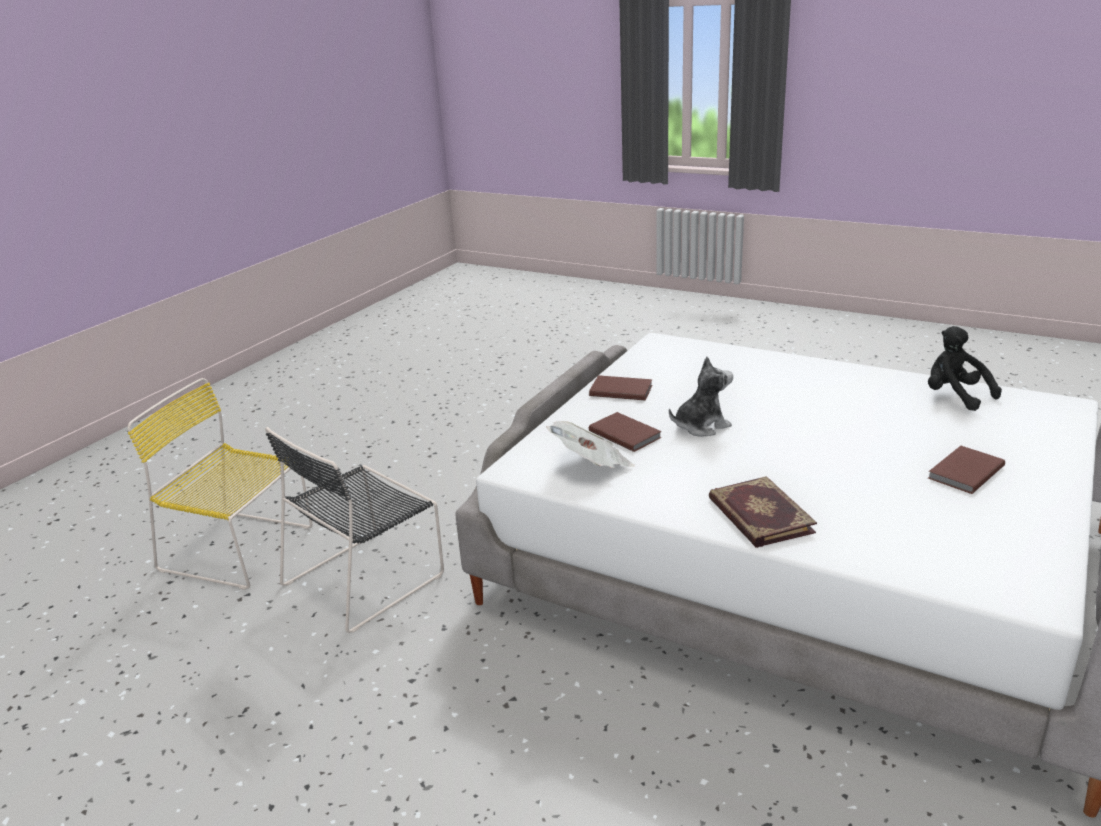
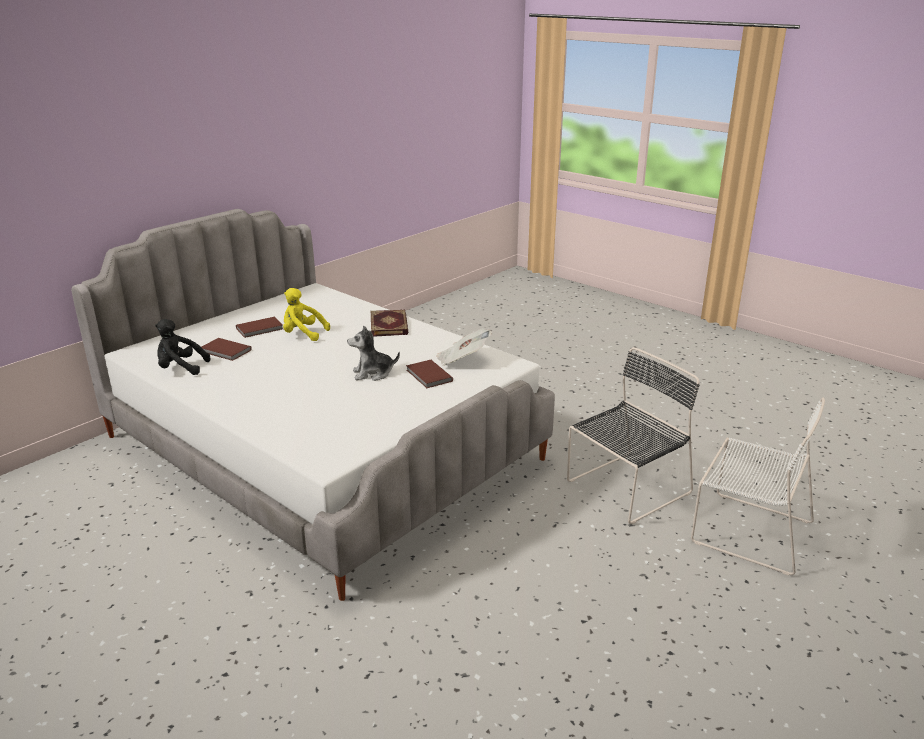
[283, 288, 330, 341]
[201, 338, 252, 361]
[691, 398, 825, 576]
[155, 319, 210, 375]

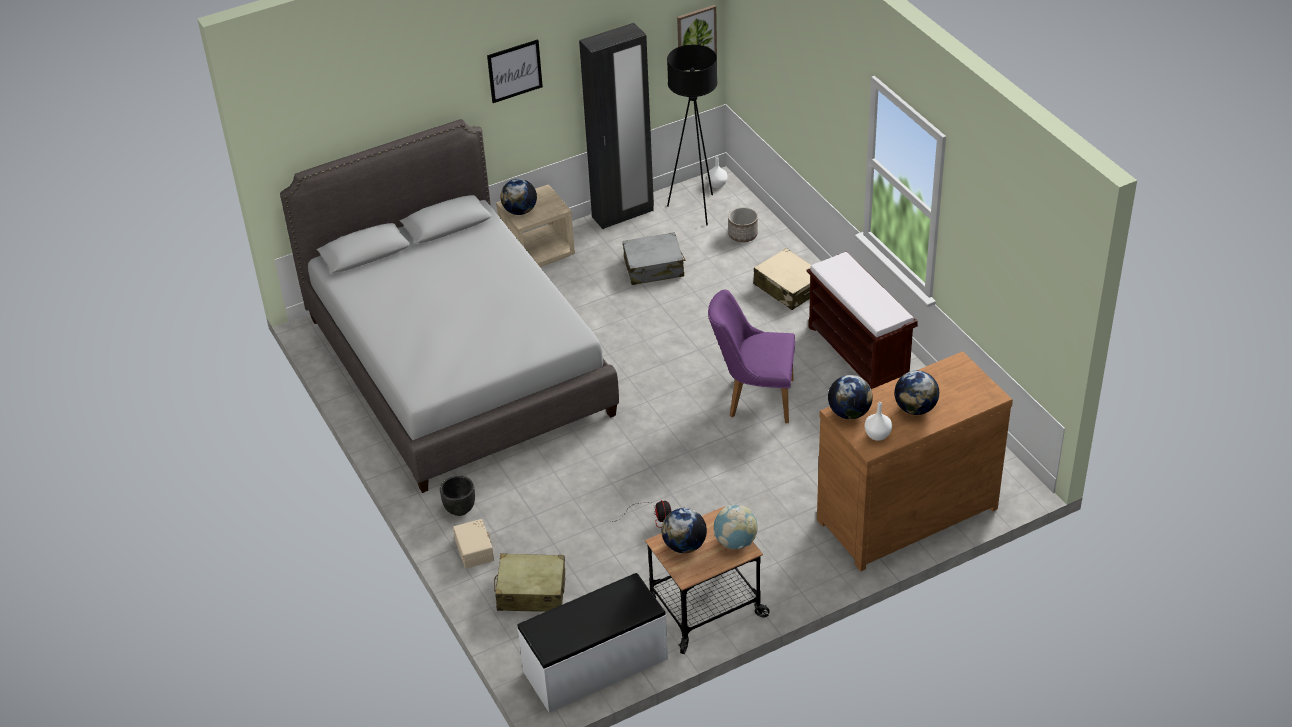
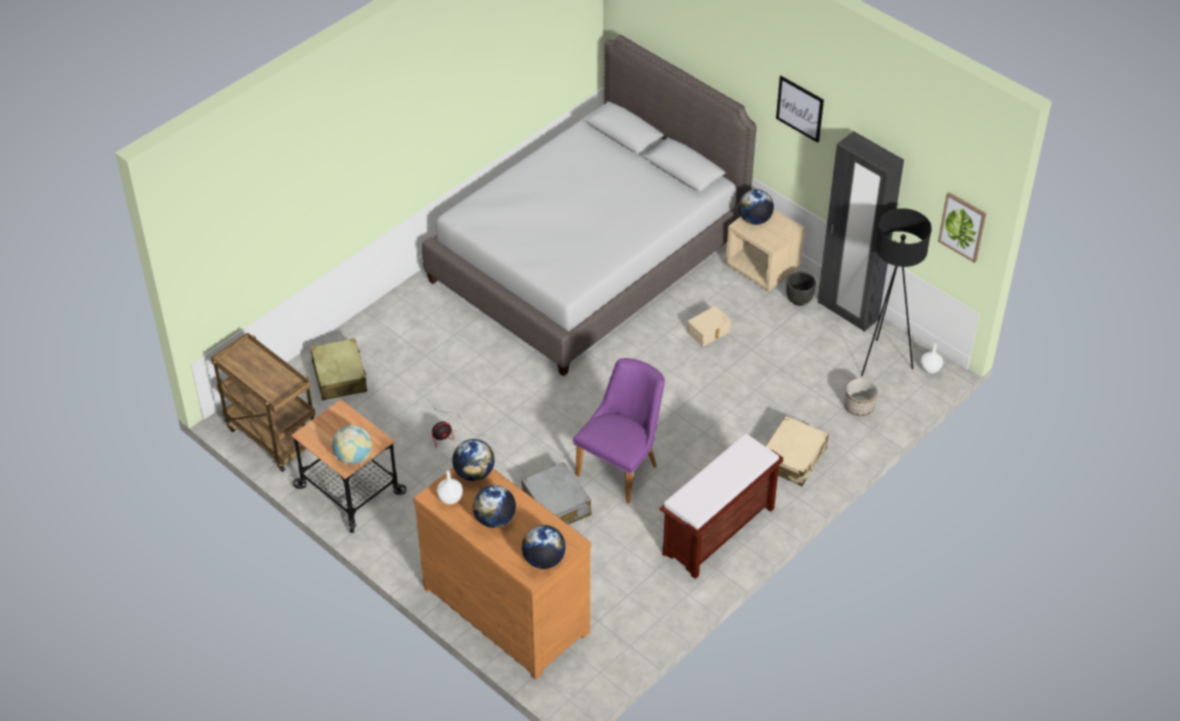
[786, 272, 816, 306]
[687, 306, 731, 347]
[521, 462, 591, 525]
[522, 525, 566, 569]
[211, 333, 315, 472]
[573, 358, 665, 504]

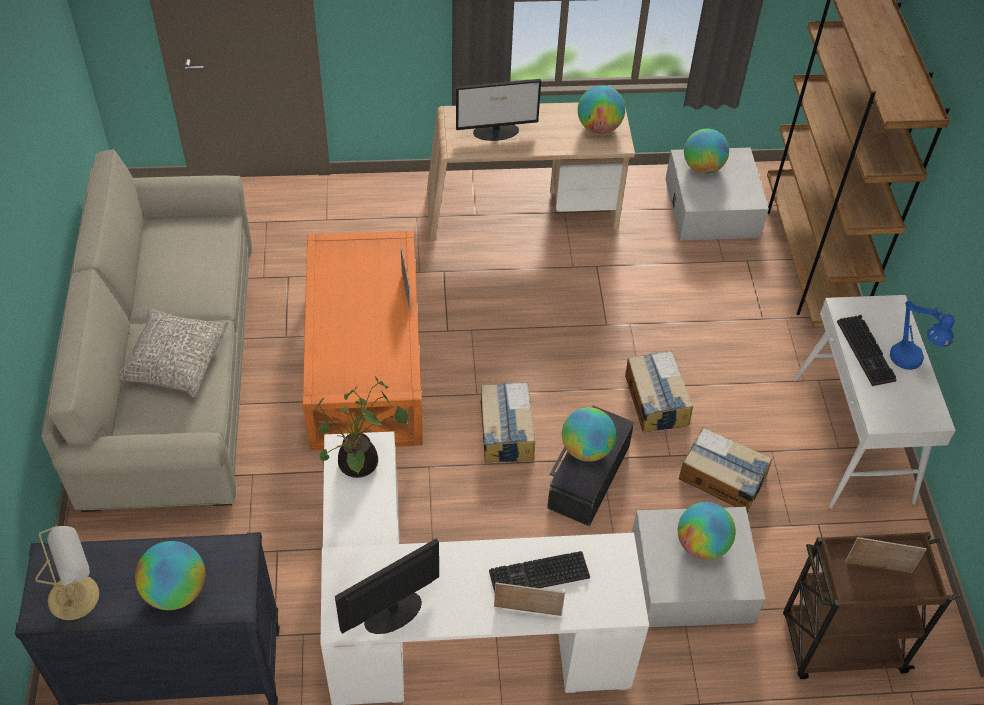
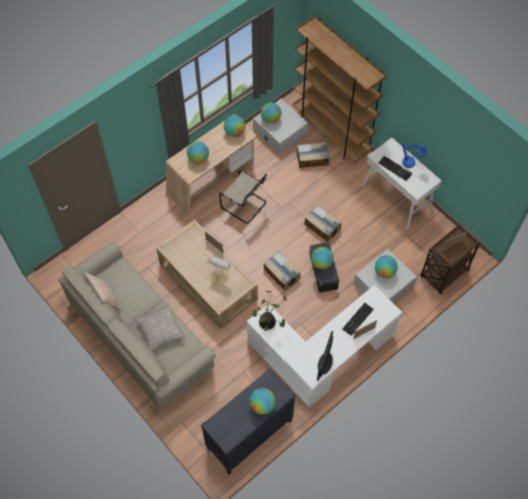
[84, 272, 122, 311]
[219, 171, 267, 224]
[206, 256, 231, 286]
[296, 142, 329, 168]
[187, 141, 209, 164]
[156, 219, 258, 329]

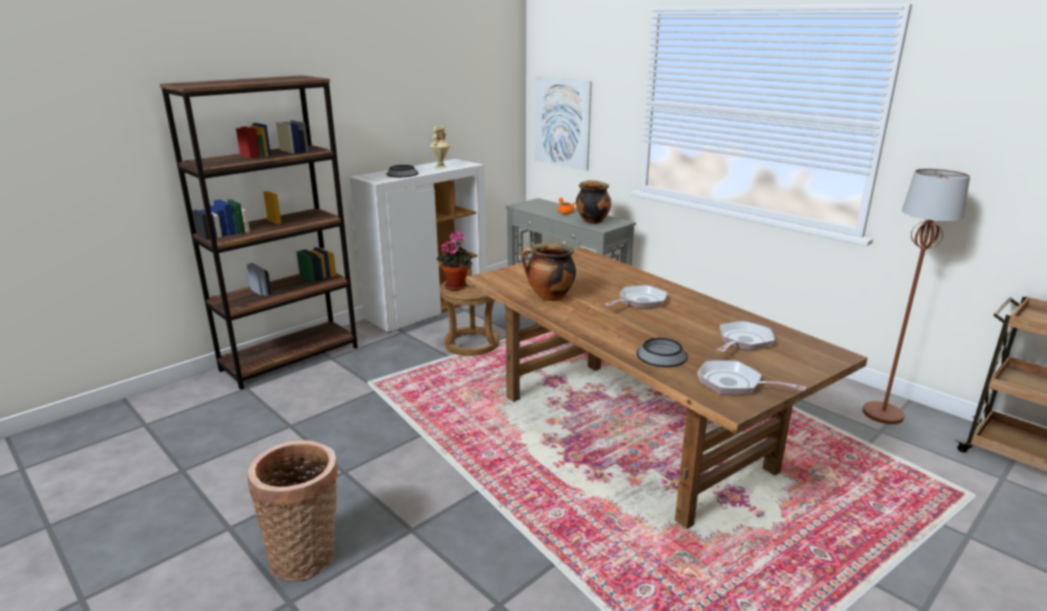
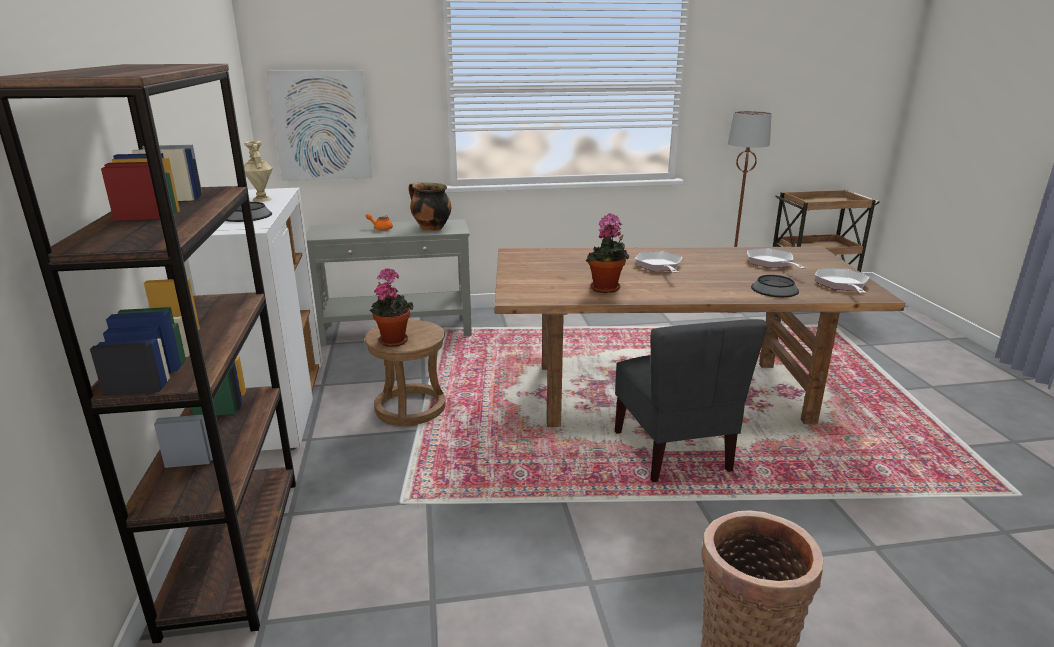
[615, 319, 768, 482]
[586, 213, 629, 293]
[815, 268, 869, 294]

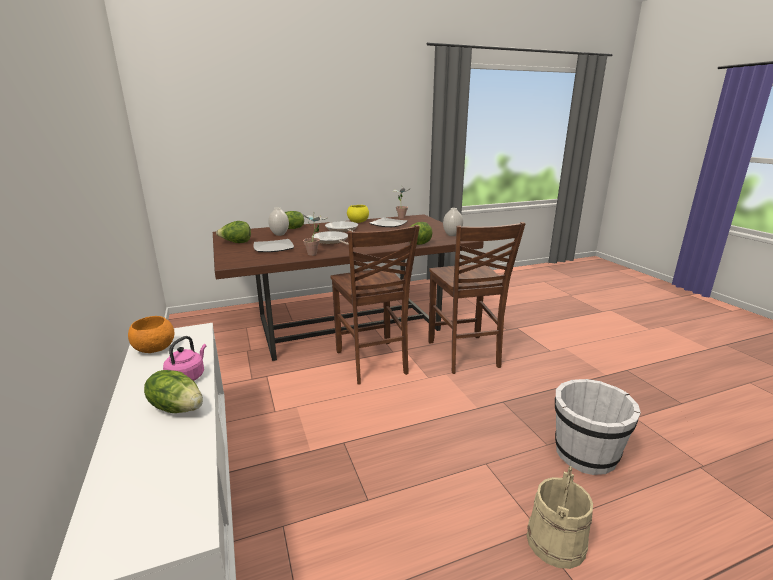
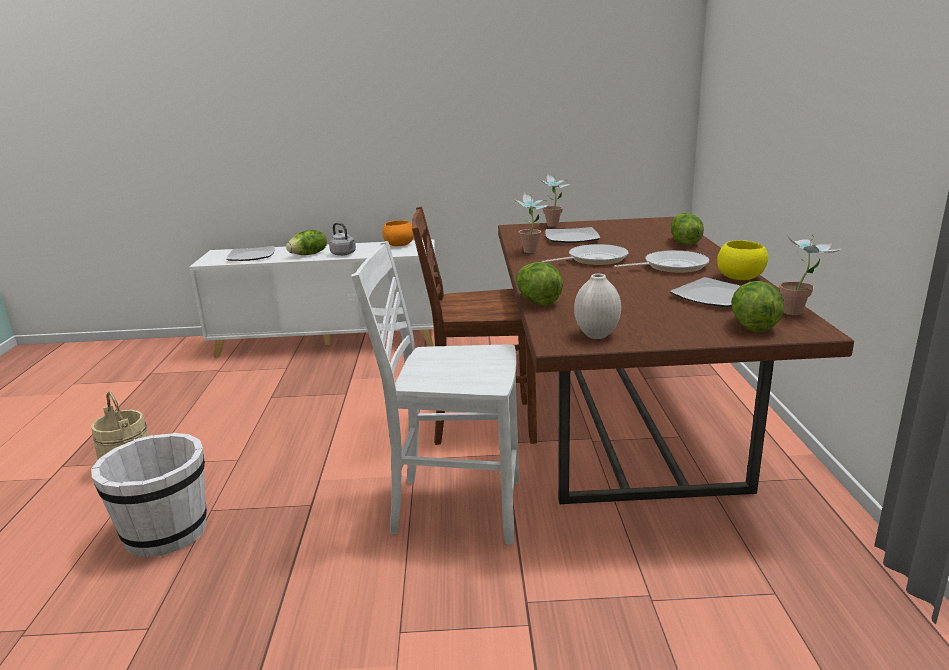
[268, 207, 289, 236] (first image)
[226, 246, 275, 261]
[540, 173, 571, 227]
[731, 281, 784, 332]
[329, 223, 356, 256]
[352, 241, 519, 544]

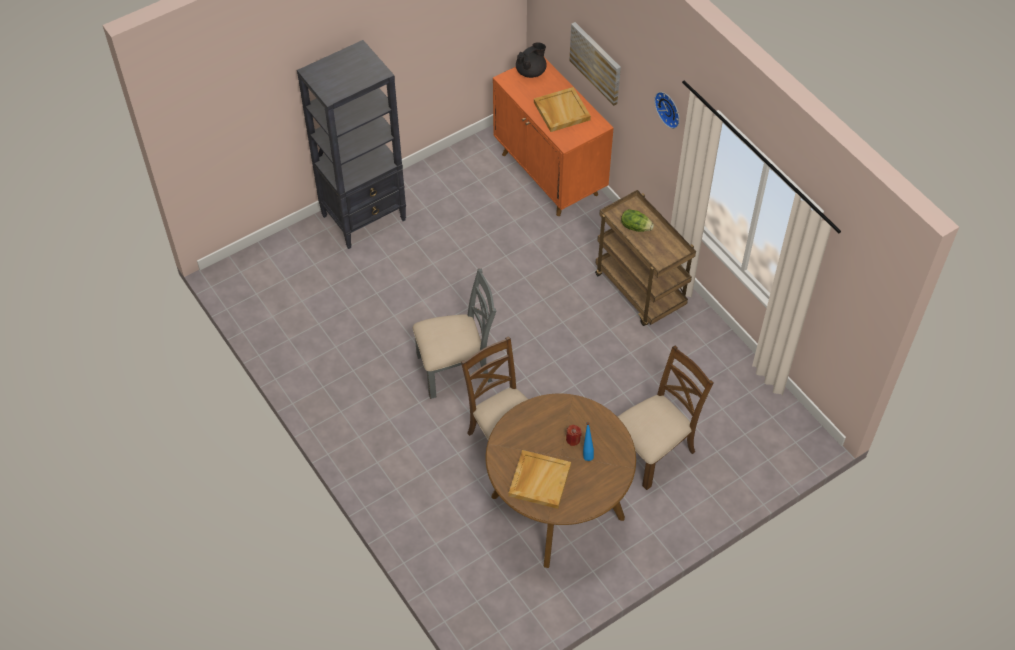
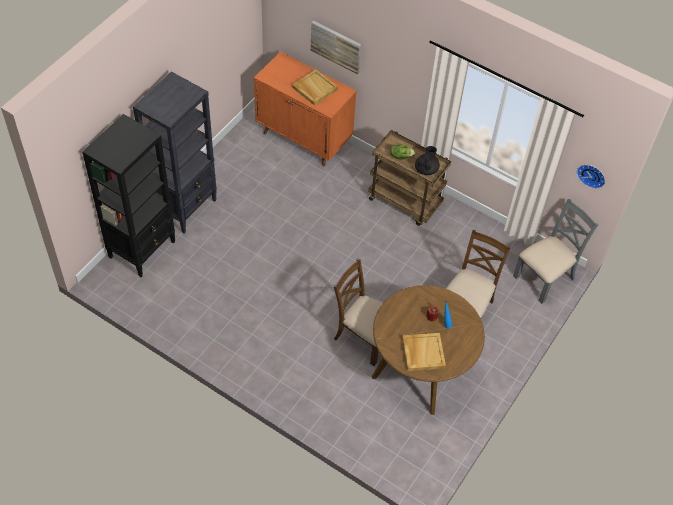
[82, 114, 175, 277]
[513, 199, 598, 304]
[415, 146, 440, 175]
[577, 165, 605, 189]

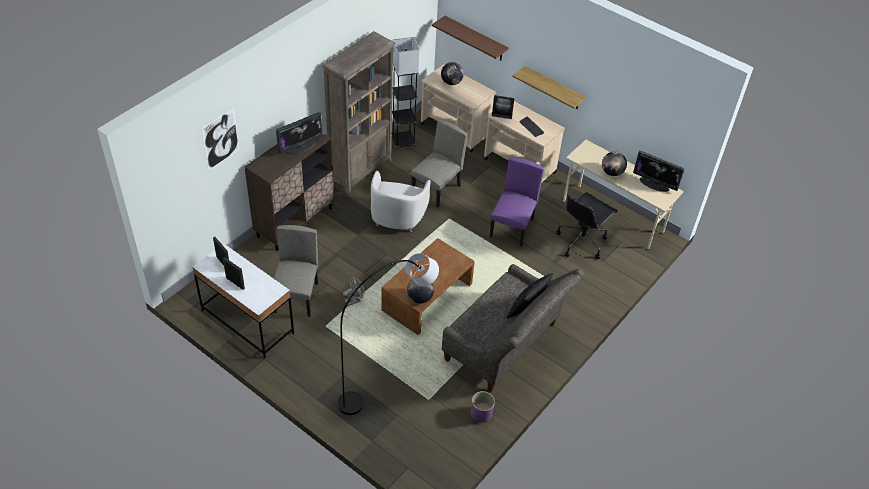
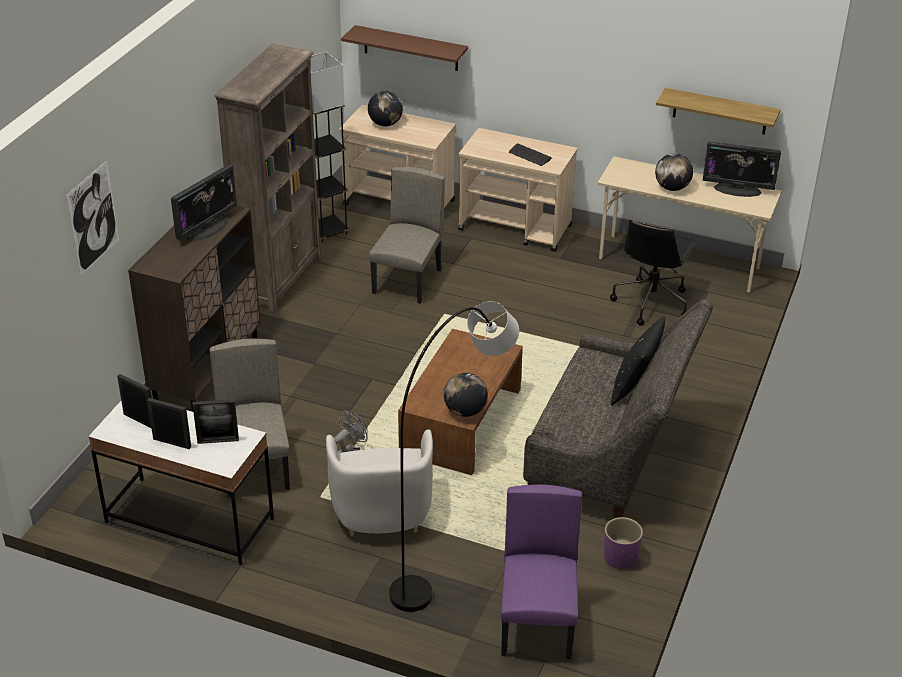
[326, 429, 433, 536]
[501, 484, 582, 660]
[192, 399, 239, 444]
[656, 88, 781, 135]

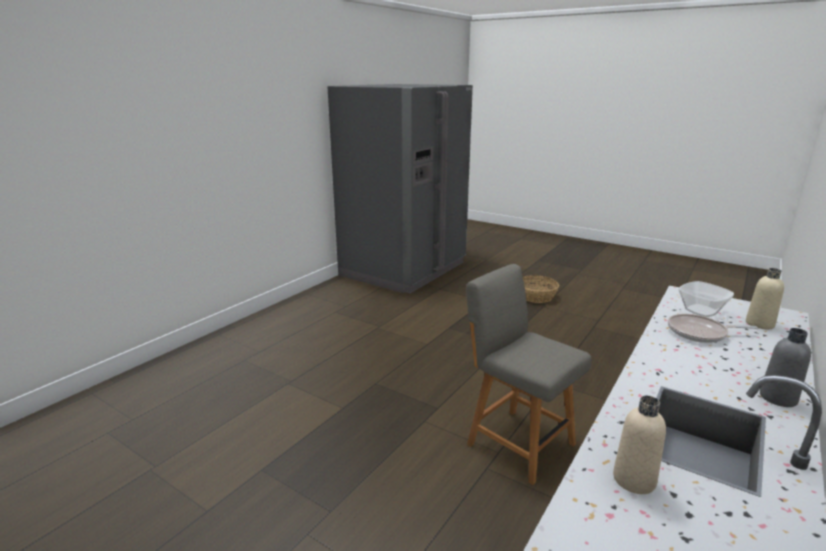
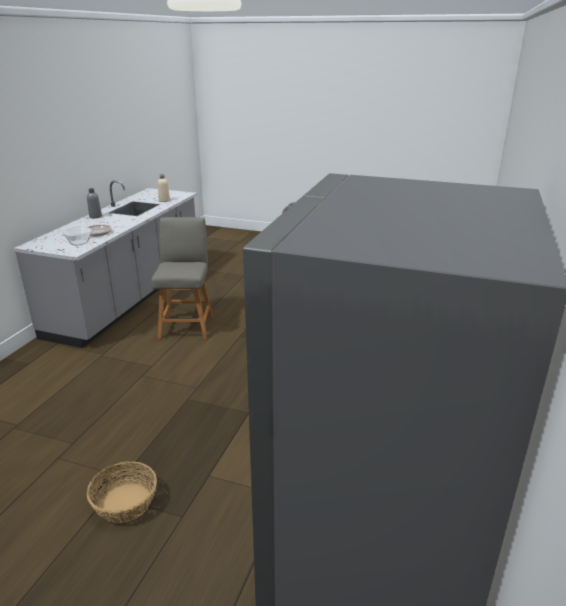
[746, 268, 784, 329] (first image)
[151, 217, 213, 339]

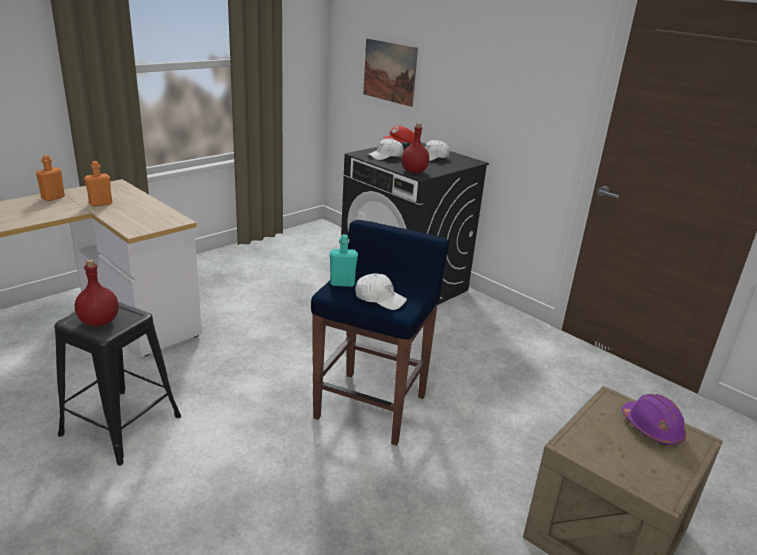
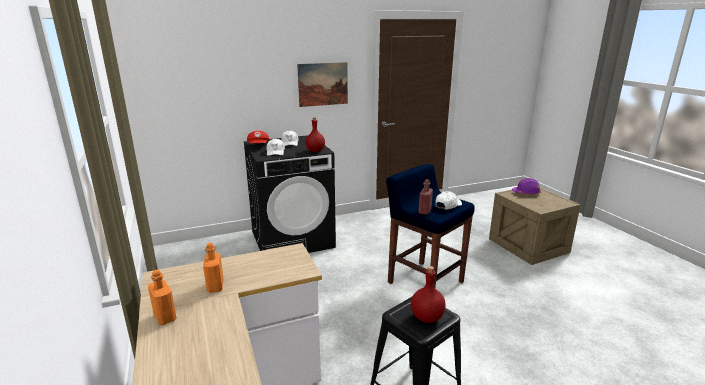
[297, 62, 348, 107]
[418, 179, 433, 215]

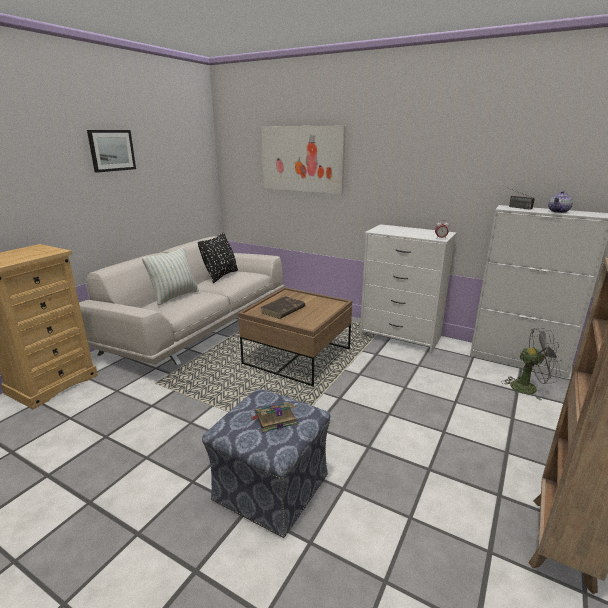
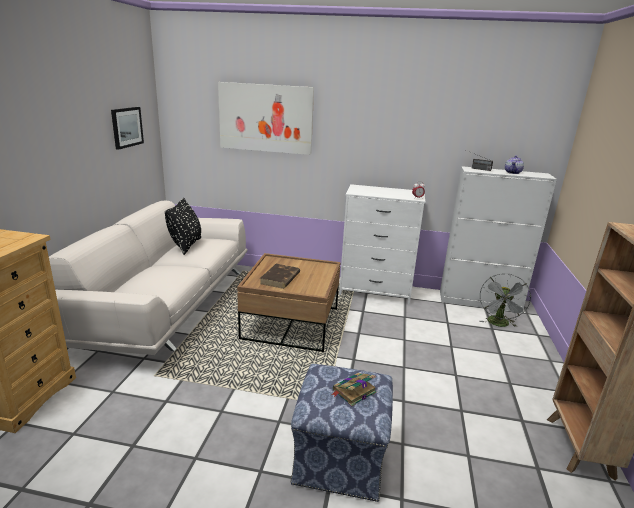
[142, 247, 199, 305] (first image)
[111, 107, 144, 150]
[480, 273, 531, 327]

